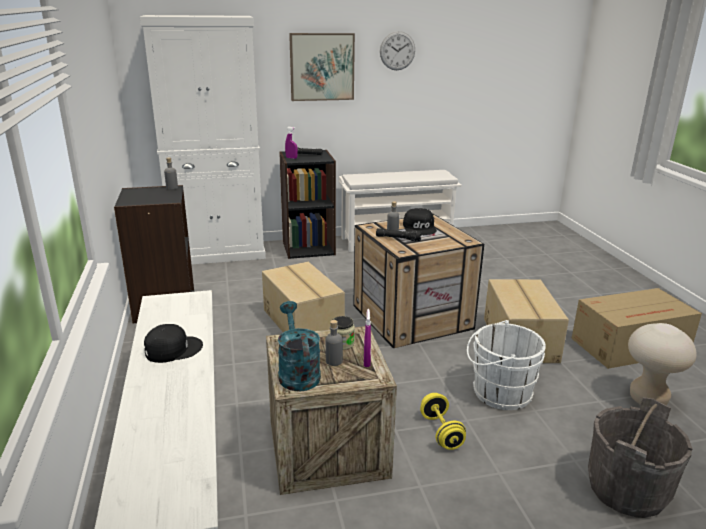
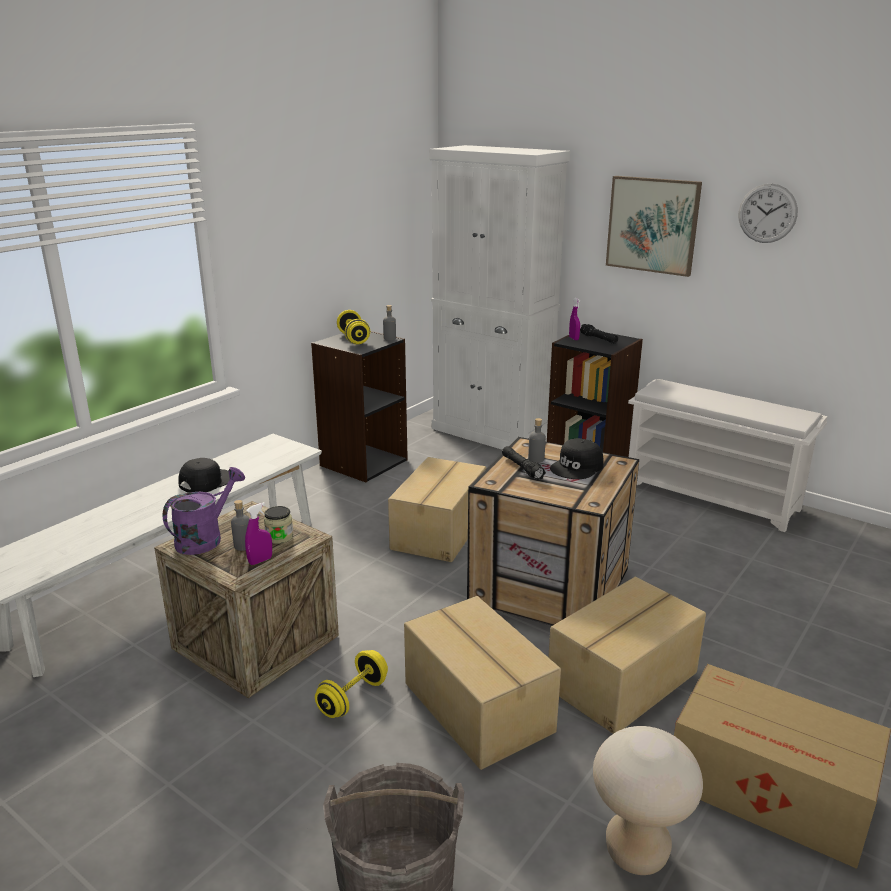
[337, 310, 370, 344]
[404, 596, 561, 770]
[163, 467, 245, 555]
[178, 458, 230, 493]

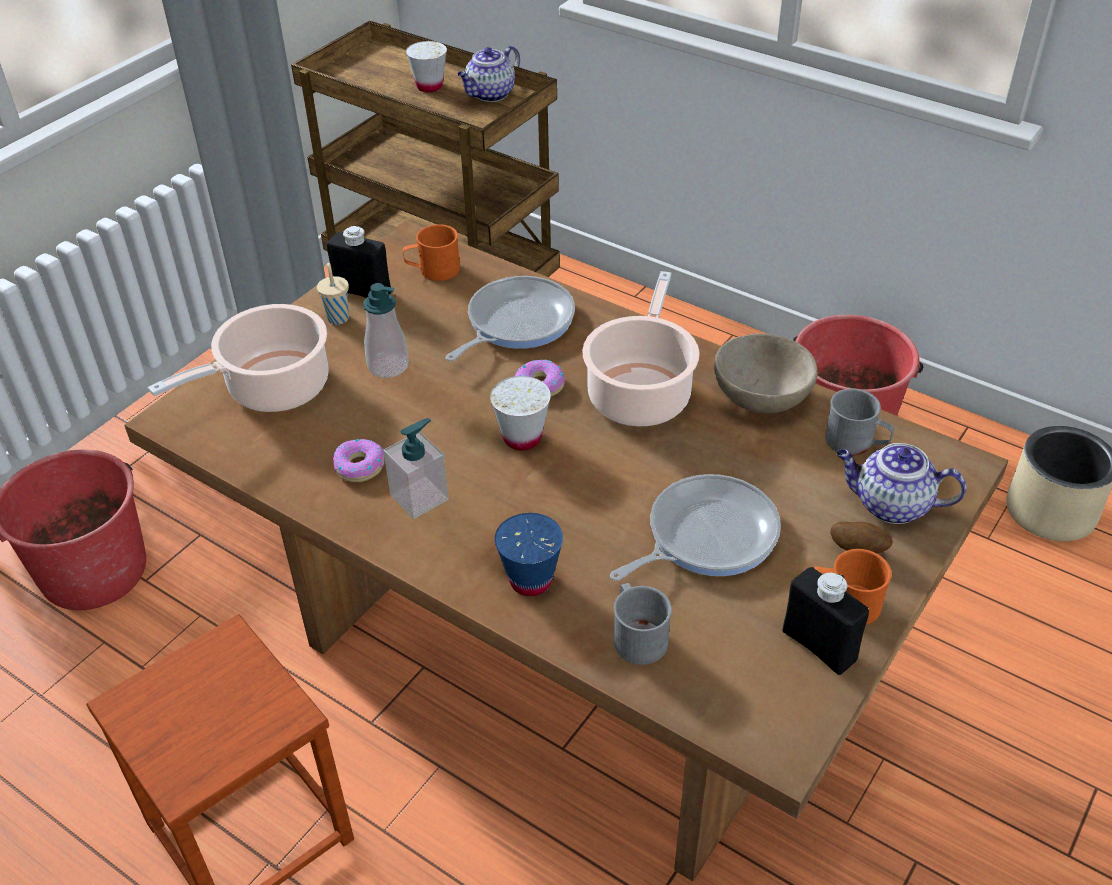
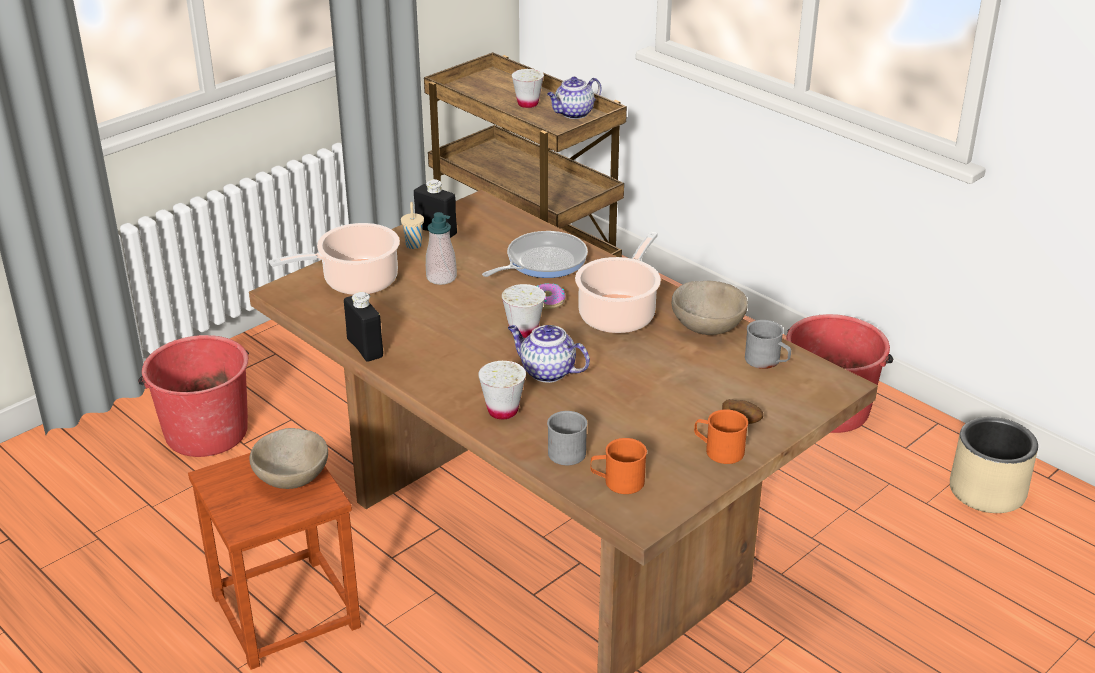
[333, 439, 384, 482] (first image)
[383, 418, 449, 519] (first image)
[610, 474, 781, 581] (first image)
[249, 428, 328, 489]
[591, 438, 647, 494]
[344, 292, 383, 362]
[508, 325, 590, 383]
[478, 361, 526, 419]

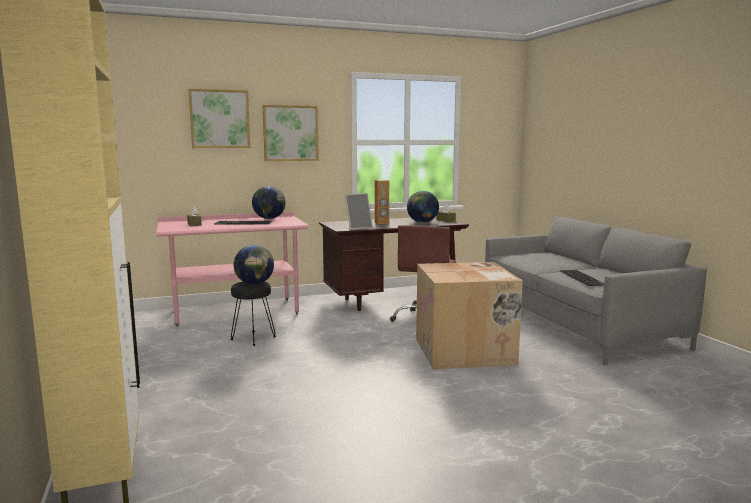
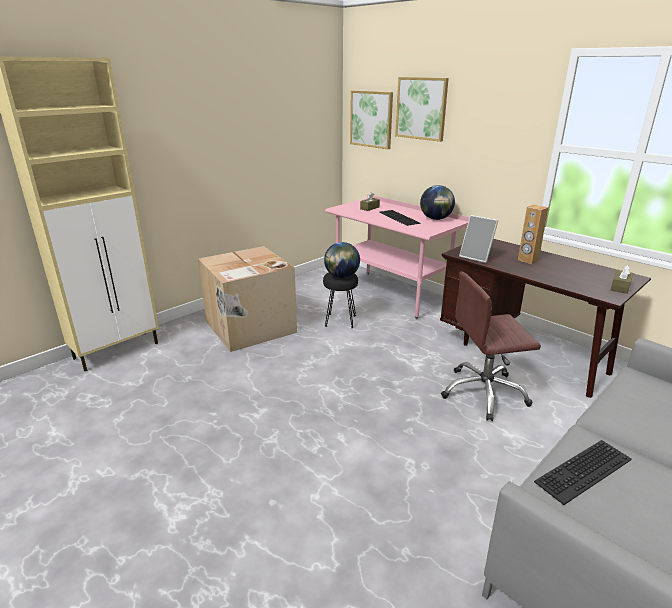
[407, 191, 439, 223] (first image)
[350, 90, 393, 149]
[198, 246, 297, 352]

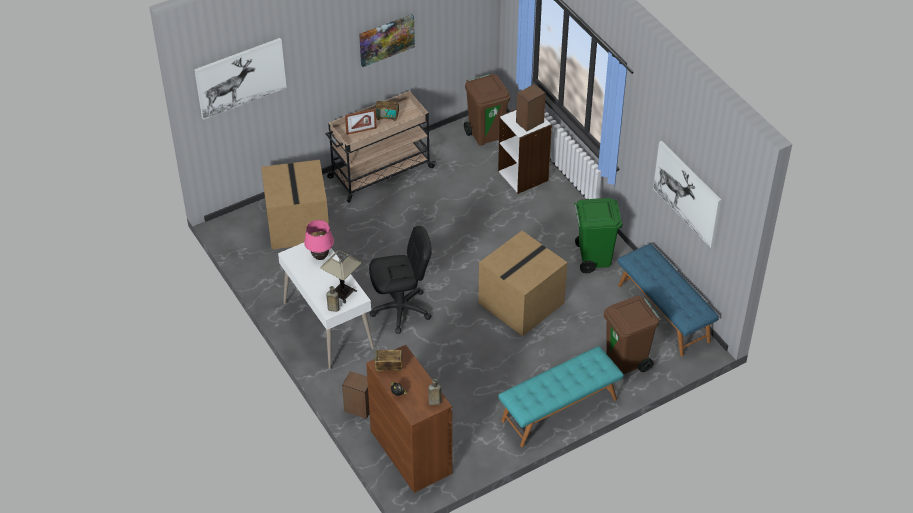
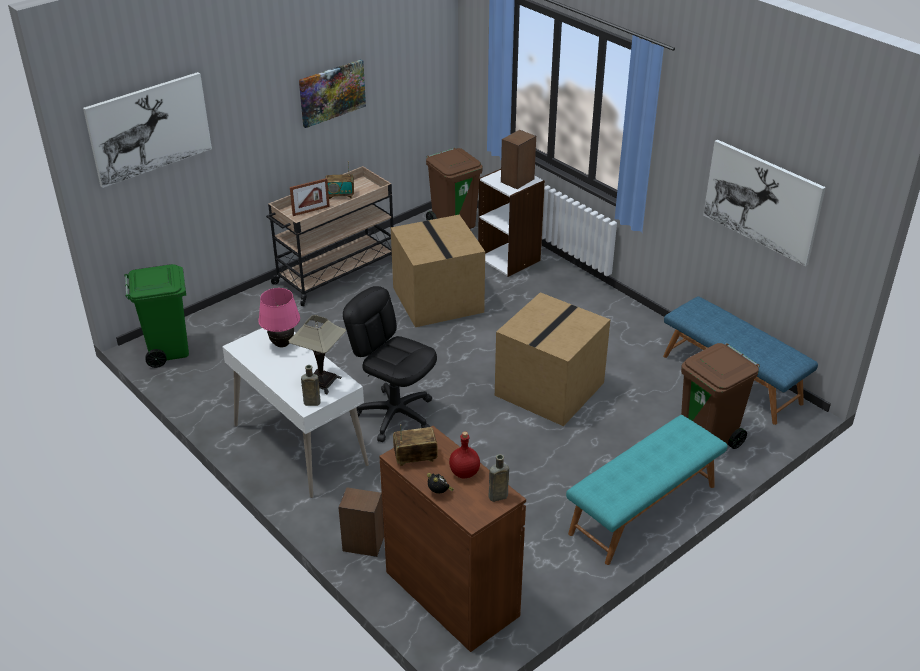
[449, 432, 480, 478]
[391, 215, 485, 327]
[125, 264, 189, 368]
[343, 286, 437, 442]

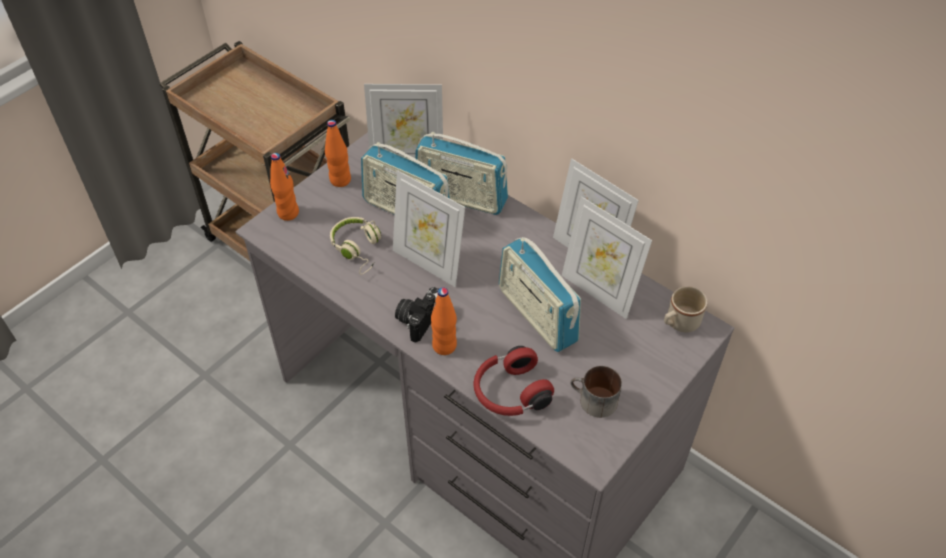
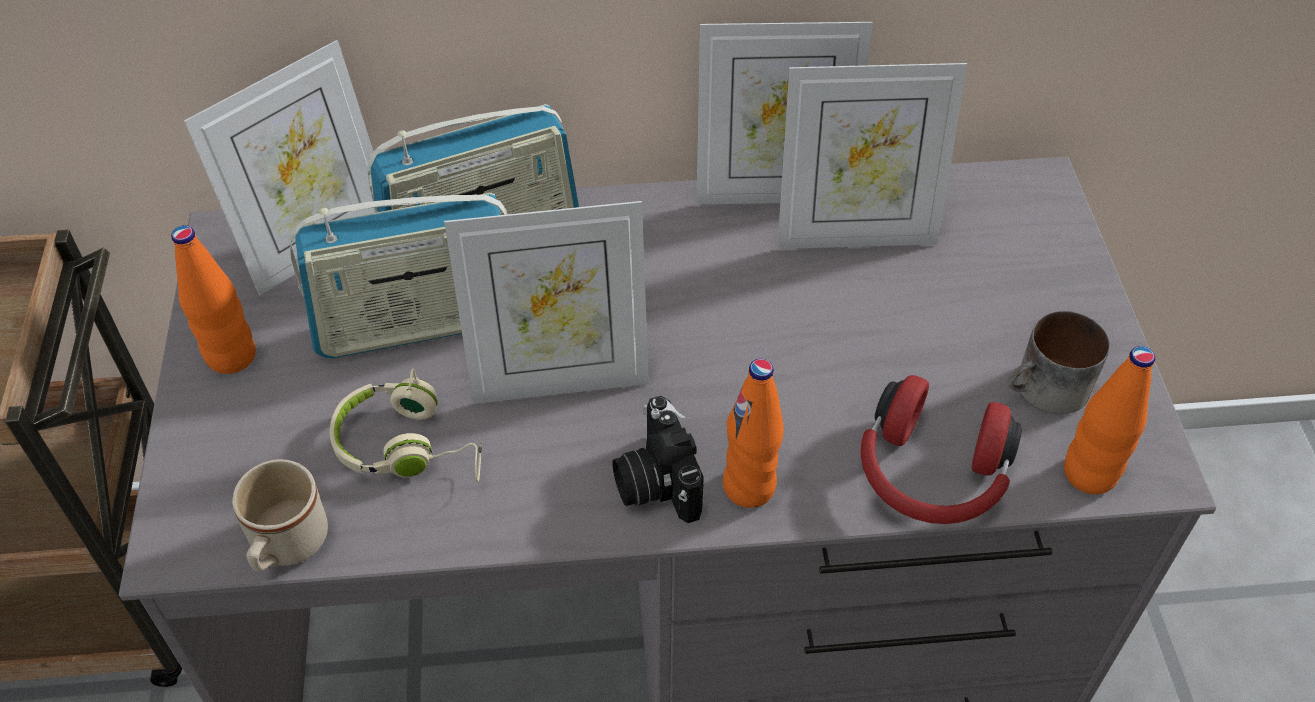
[499, 237, 581, 352] (first image)
[1064, 346, 1155, 494]
[232, 459, 328, 572]

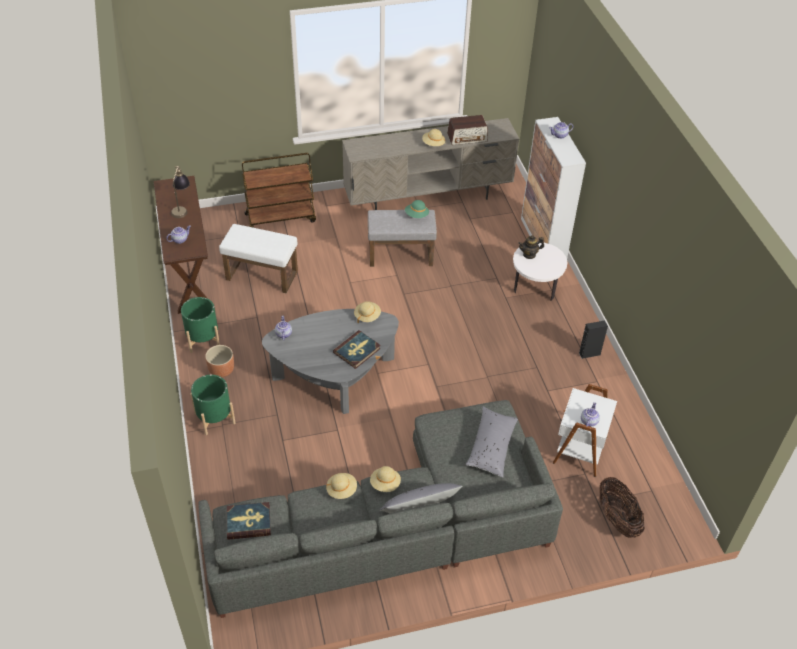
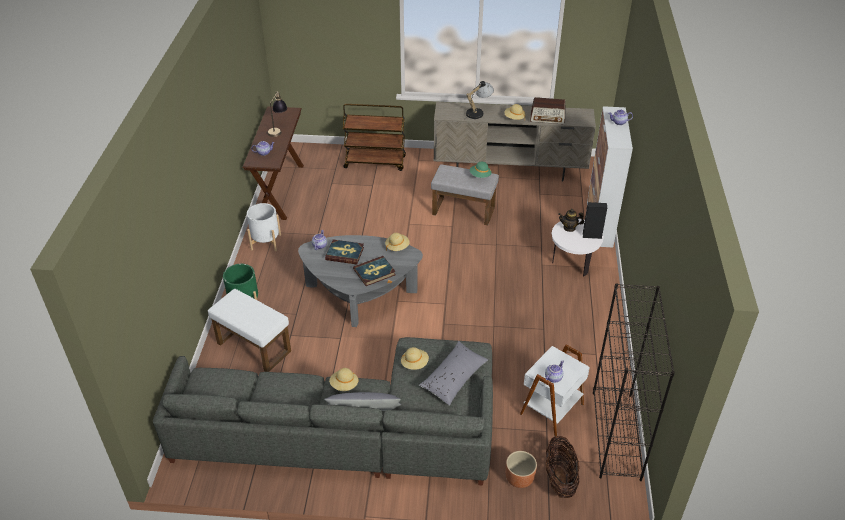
[463, 81, 494, 120]
[593, 283, 675, 481]
[505, 451, 537, 488]
[208, 289, 291, 372]
[325, 239, 364, 265]
[401, 347, 429, 370]
[582, 202, 607, 239]
[247, 203, 281, 251]

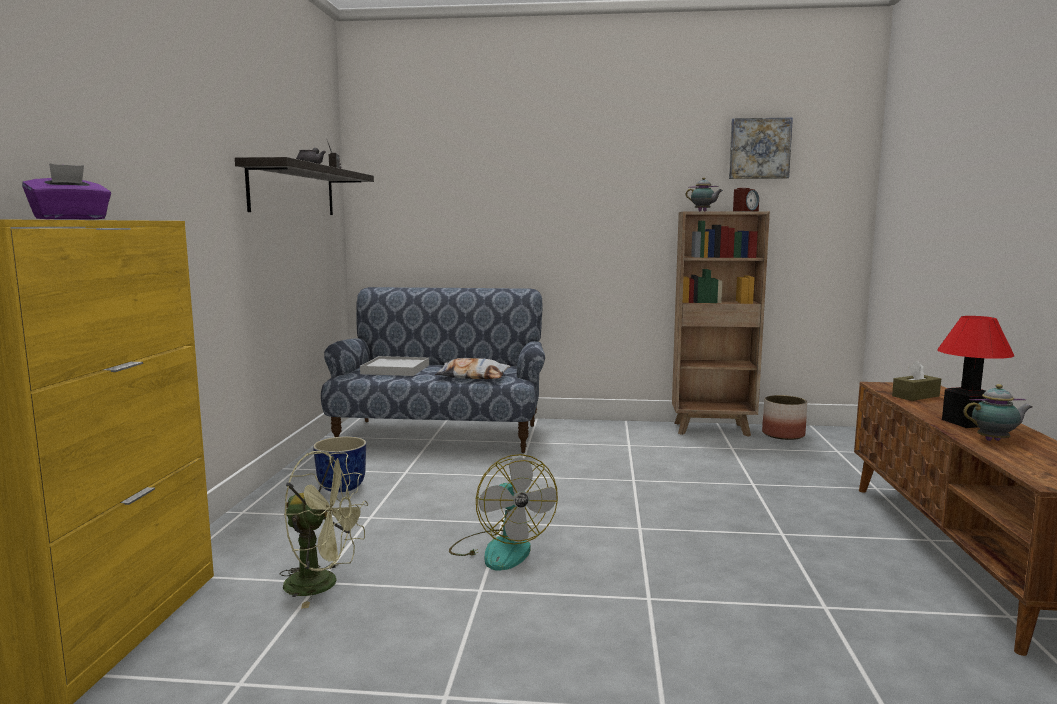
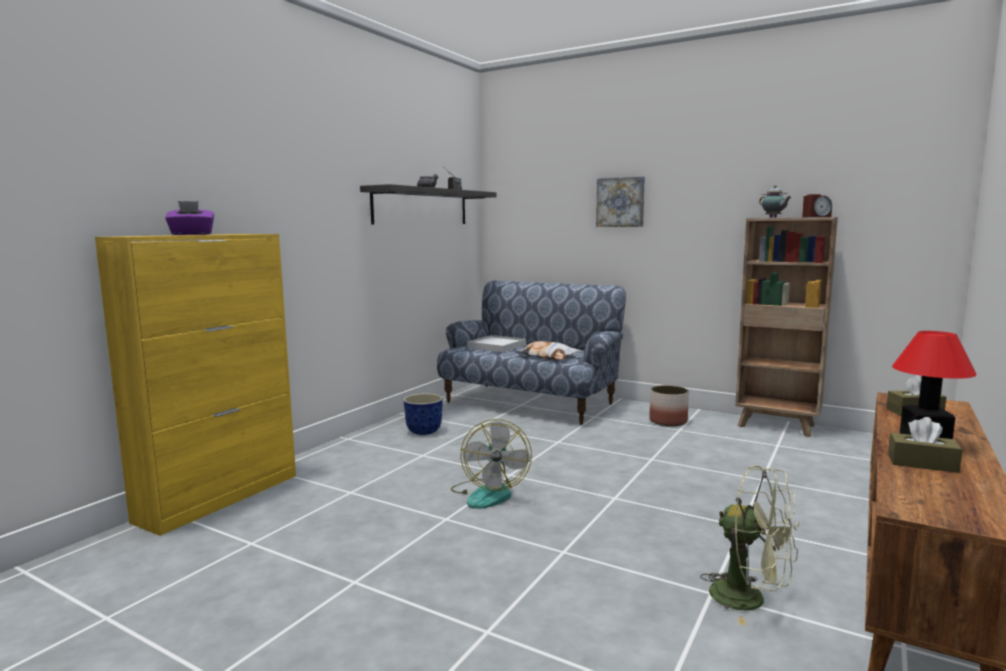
[700, 465, 799, 625]
[596, 176, 645, 227]
[649, 385, 689, 426]
[888, 417, 963, 473]

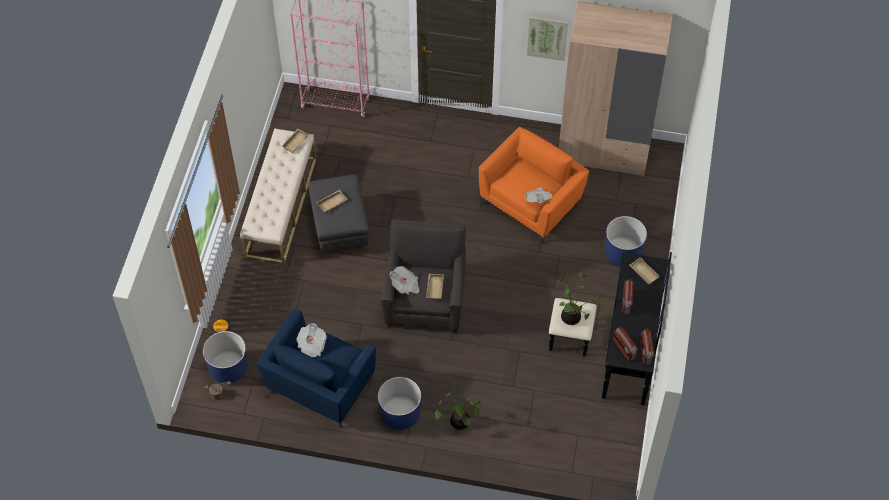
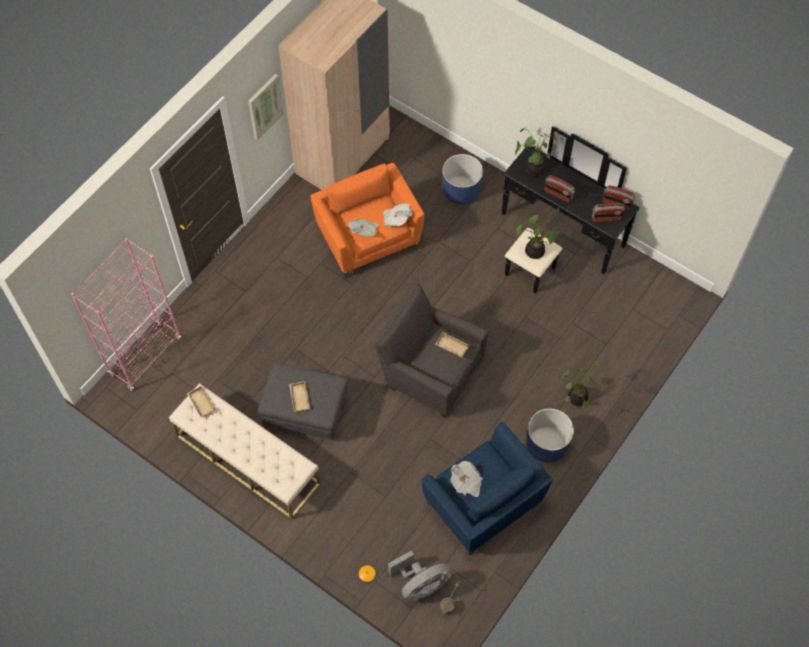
[348, 218, 378, 237]
[388, 551, 452, 601]
[515, 126, 558, 177]

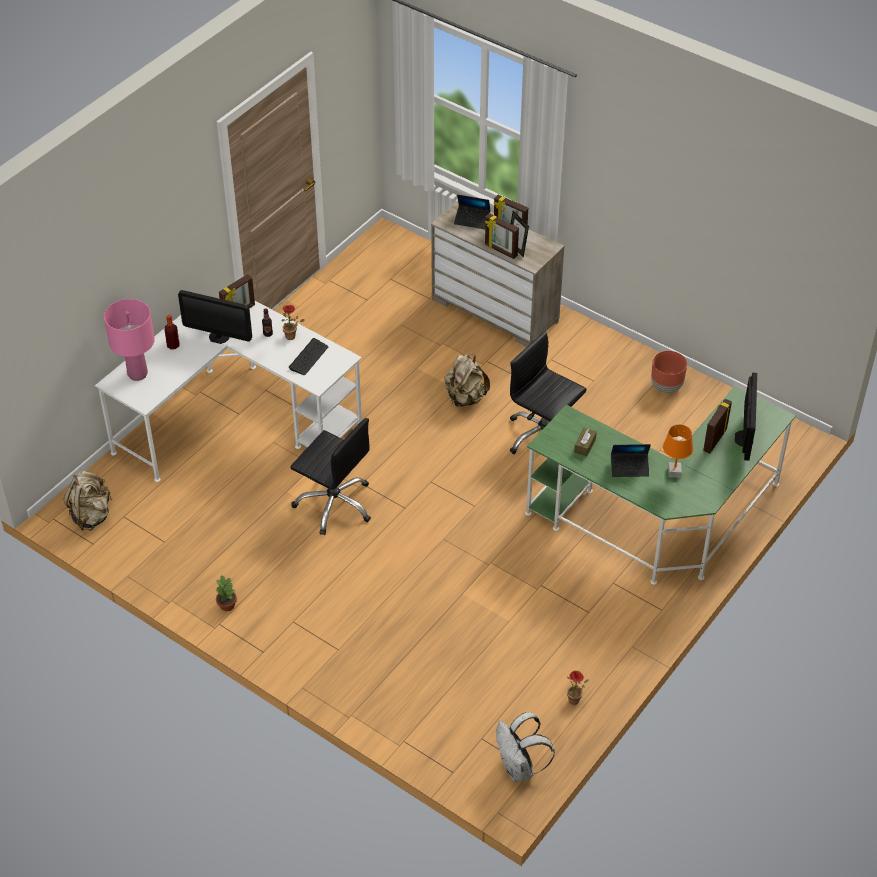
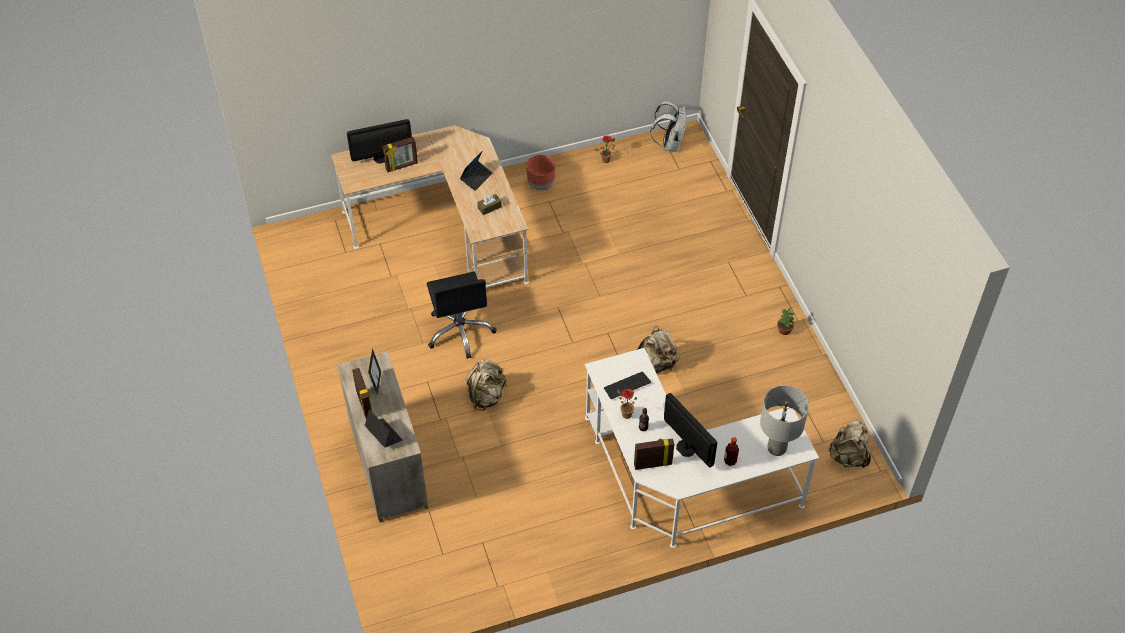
[485, 213, 519, 259] (first image)
[663, 424, 694, 478] (first image)
[526, 155, 555, 191]
[637, 326, 680, 373]
[760, 385, 809, 456]
[331, 125, 529, 288]
[460, 152, 492, 191]
[347, 119, 412, 164]

